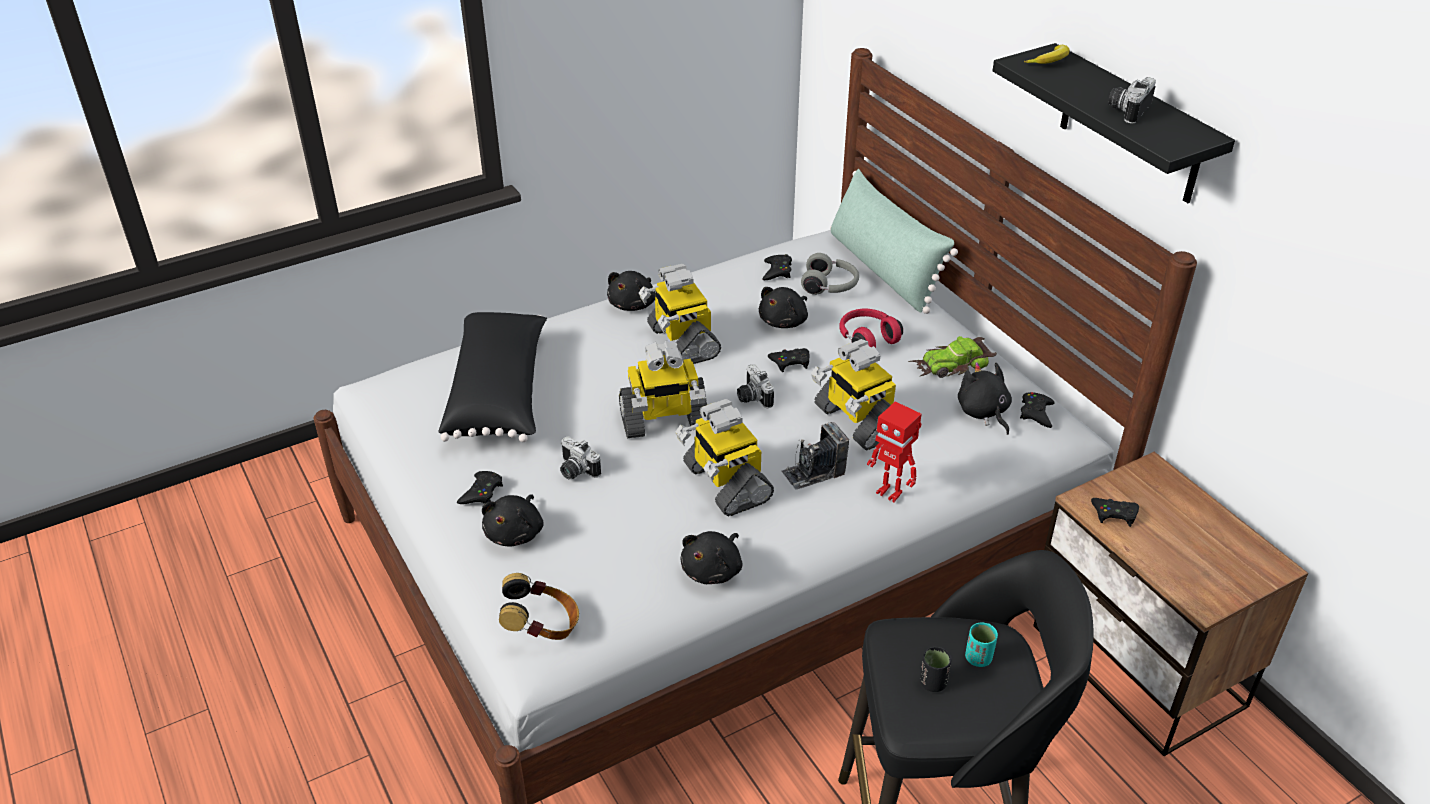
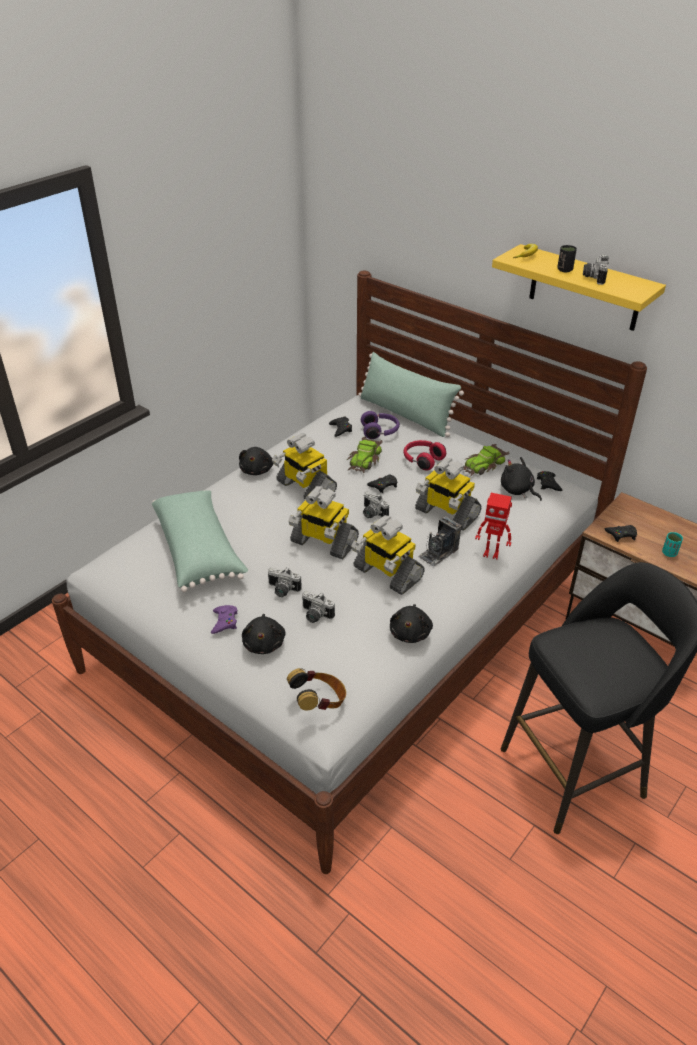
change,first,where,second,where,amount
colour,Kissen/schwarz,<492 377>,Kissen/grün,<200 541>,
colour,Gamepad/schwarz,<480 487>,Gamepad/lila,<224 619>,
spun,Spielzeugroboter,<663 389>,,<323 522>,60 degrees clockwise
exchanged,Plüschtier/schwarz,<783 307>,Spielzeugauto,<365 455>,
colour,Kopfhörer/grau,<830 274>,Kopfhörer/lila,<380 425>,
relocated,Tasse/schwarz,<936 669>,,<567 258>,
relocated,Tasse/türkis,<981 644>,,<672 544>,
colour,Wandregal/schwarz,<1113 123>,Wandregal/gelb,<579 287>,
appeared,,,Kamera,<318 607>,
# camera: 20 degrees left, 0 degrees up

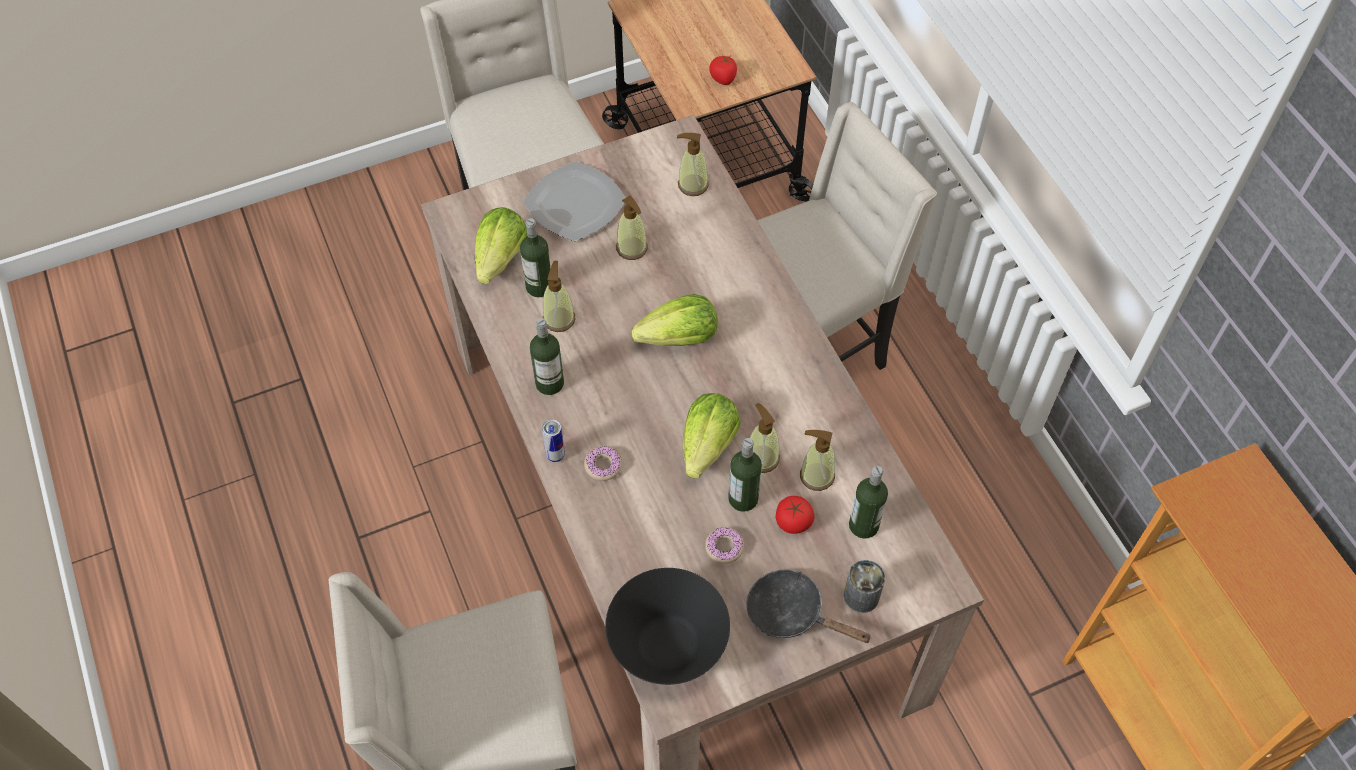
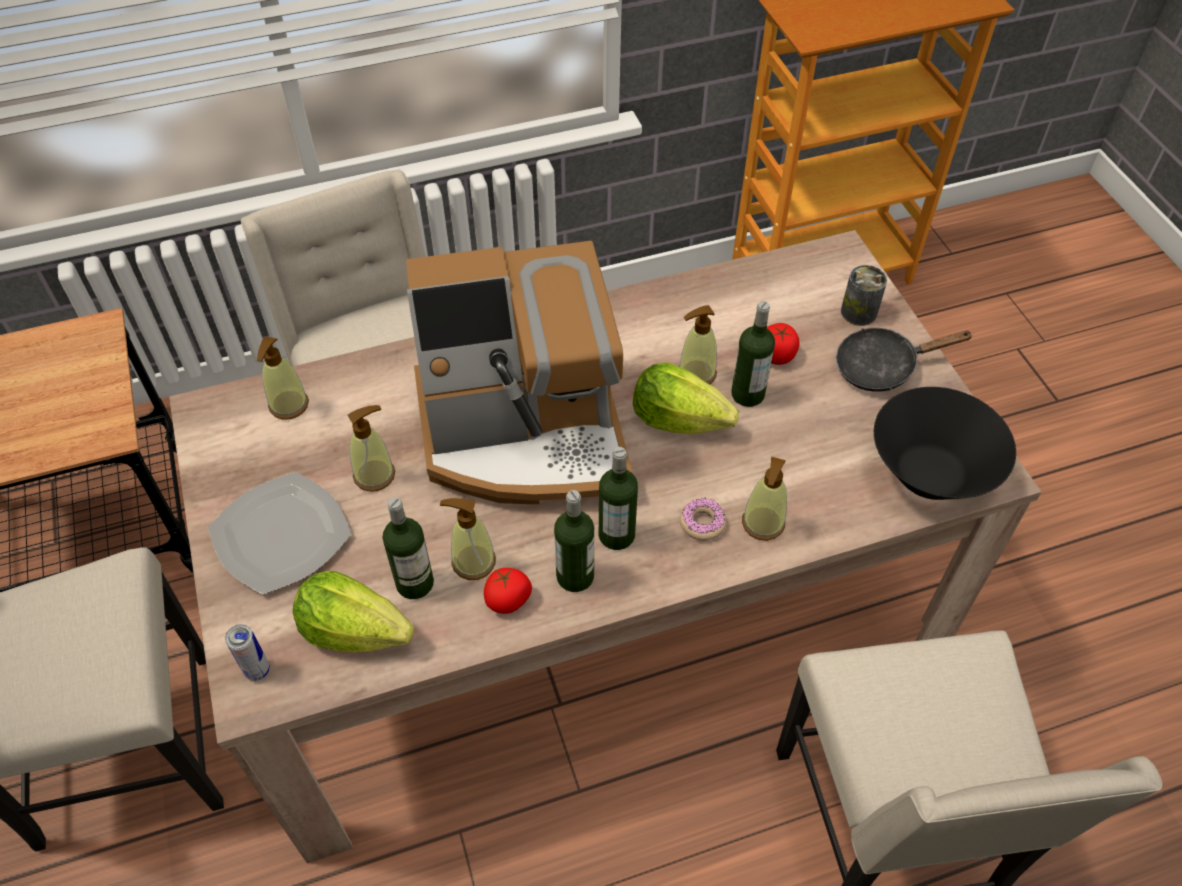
change,first,where,second,where,amount
relocated,Dose,<553 440>,,<247 652>,
exchanged,Salatkopf,<675 320>,Kaffeemaschine,<519 372>,
missing,Donut,<724 545>,,,
relocated,Tomate,<723 70>,,<508 591>,
spun,Pfanne/schwarz,<809 606>,,<905 360>,45 degrees clockwise
relocated,Seifenspender,<817 460>,,<764 499>,
relocated,Flasche,<868 502>,,<618 498>,
# camera: 85 degrees left, 5 degrees down

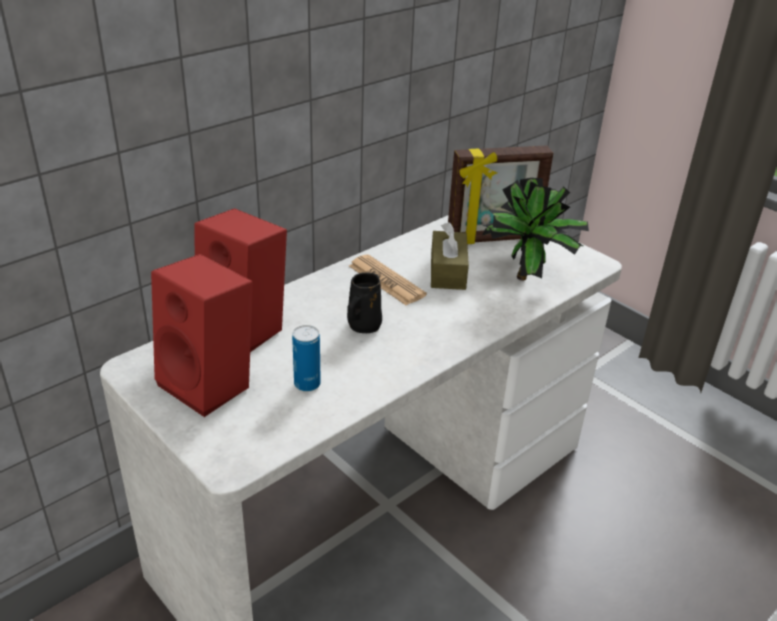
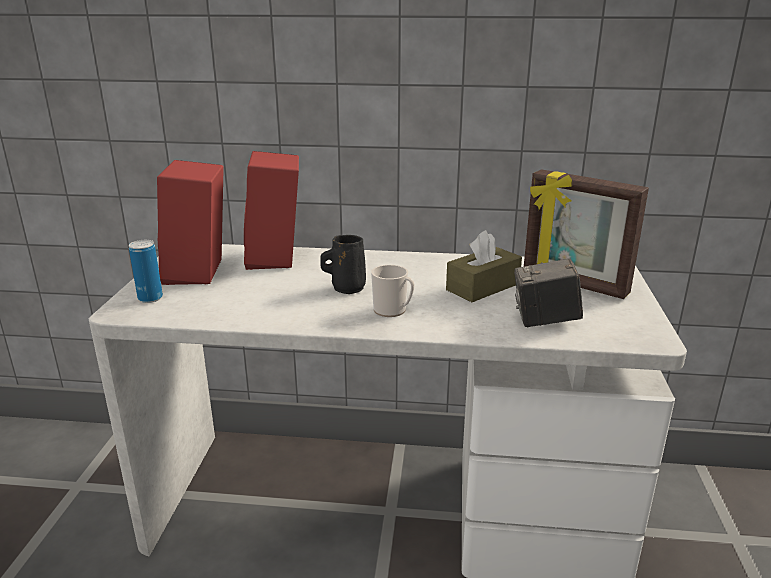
change,first,where,second,where,amount
relocated,Dose,<306 358>,,<146 271>,
missing,Zeitung,<388 280>,,,
exchanged,Topfpflanze,<535 229>,Kamera,<548 292>,
appeared,,,Henkelbecher,<393 291>,
# camera: 50 degrees right, 10 degrees down

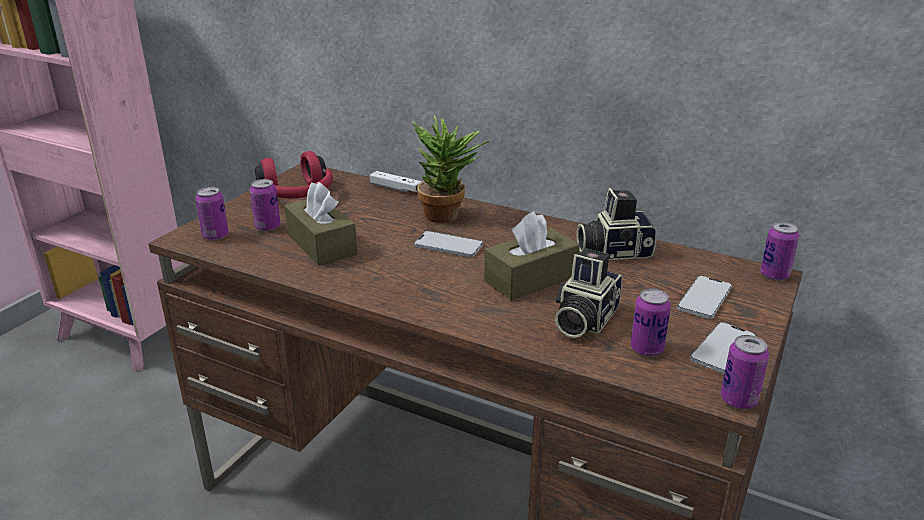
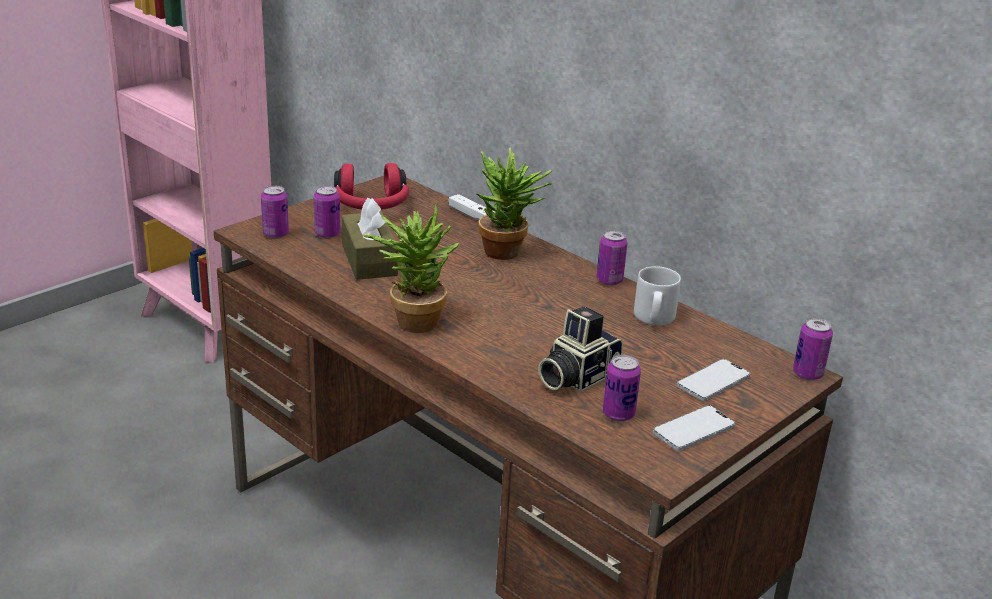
change,first,where,second,where,amount
missing,Handy,<448 244>,,,
missing,Taschentuchbox/braun,<532 256>,,,
exchanged,Kamera,<617 224>,Henkelbecher/grau,<657 296>,
relocated,Dose,<744 372>,,<611 258>,
appeared,,,Topfpflanze,<411 267>,
# camera: 15 degrees right, 0 degrees up

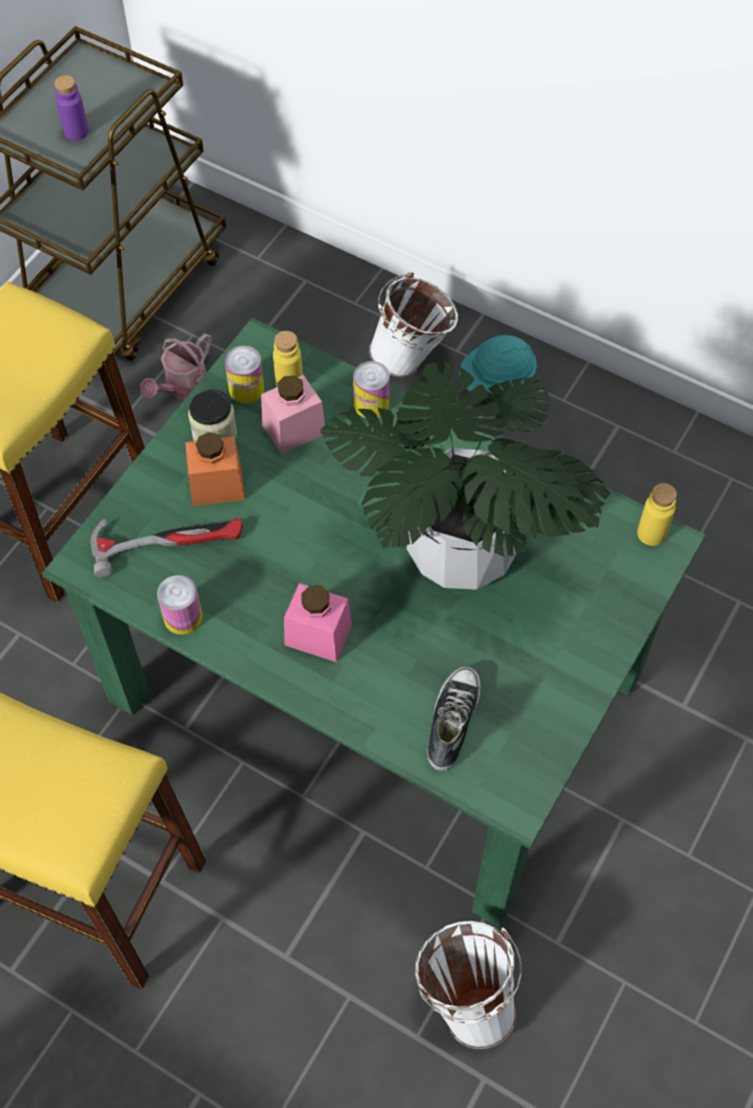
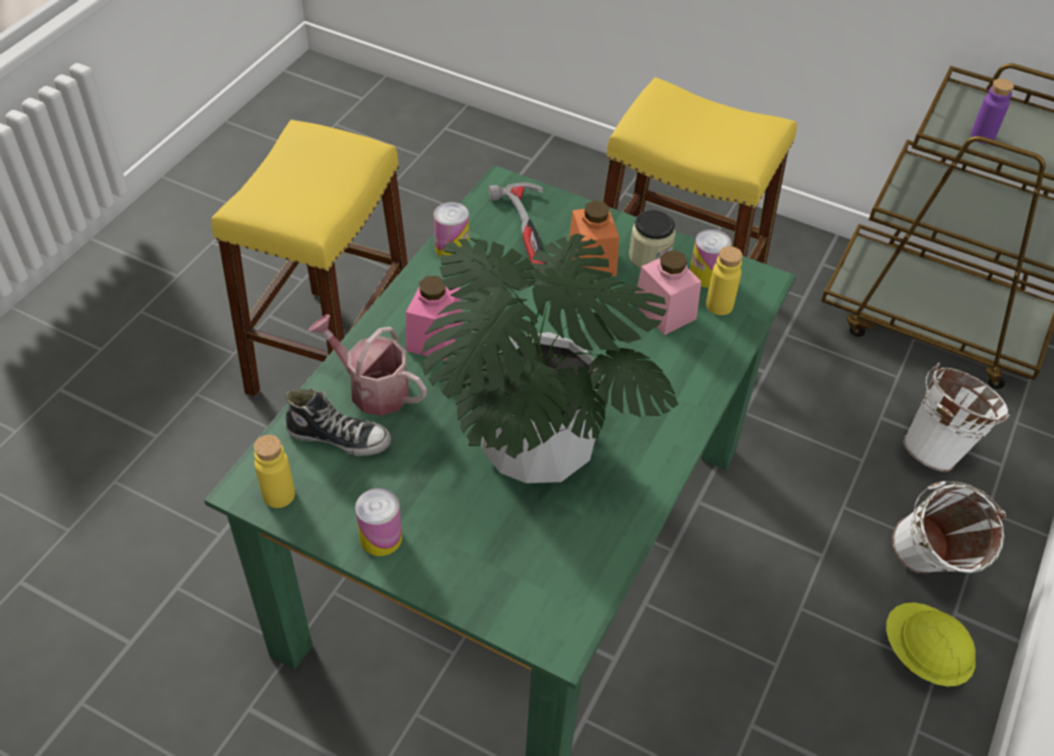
change,first,where,second,where,amount
relocated,Gießkanne,<176 366>,,<367 365>,
relocated,Dose,<371 389>,,<378 522>,
relocated,Eimer/weiß,<468 985>,,<956 417>,
colour,Schutzhelm/türkis,<498 365>,Schutzhelm/gelb,<931 644>,
relocated,Flasche/gelb,<657 514>,,<274 471>,
# camera: 85 degrees right, 10 degrees down

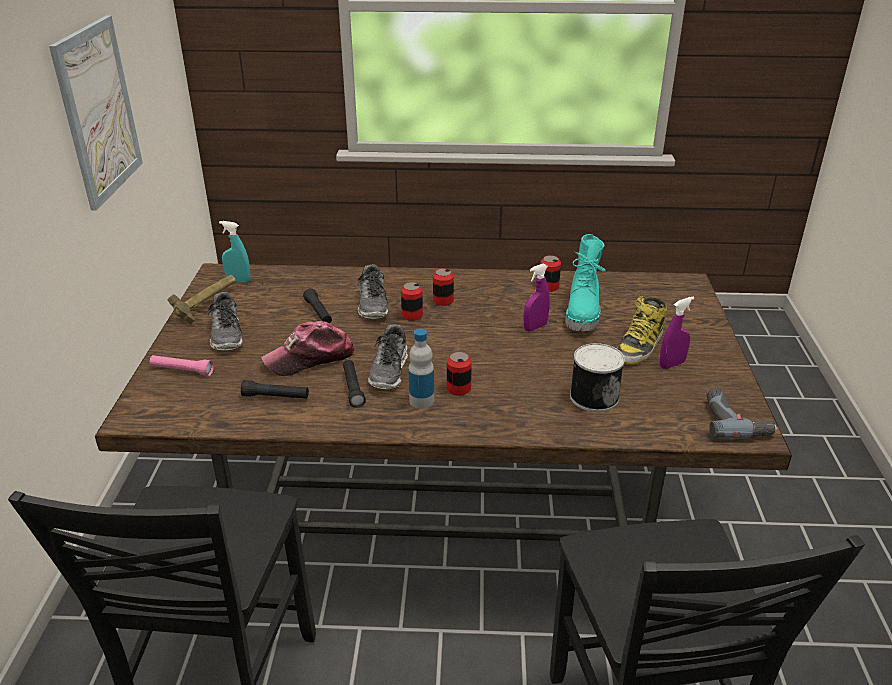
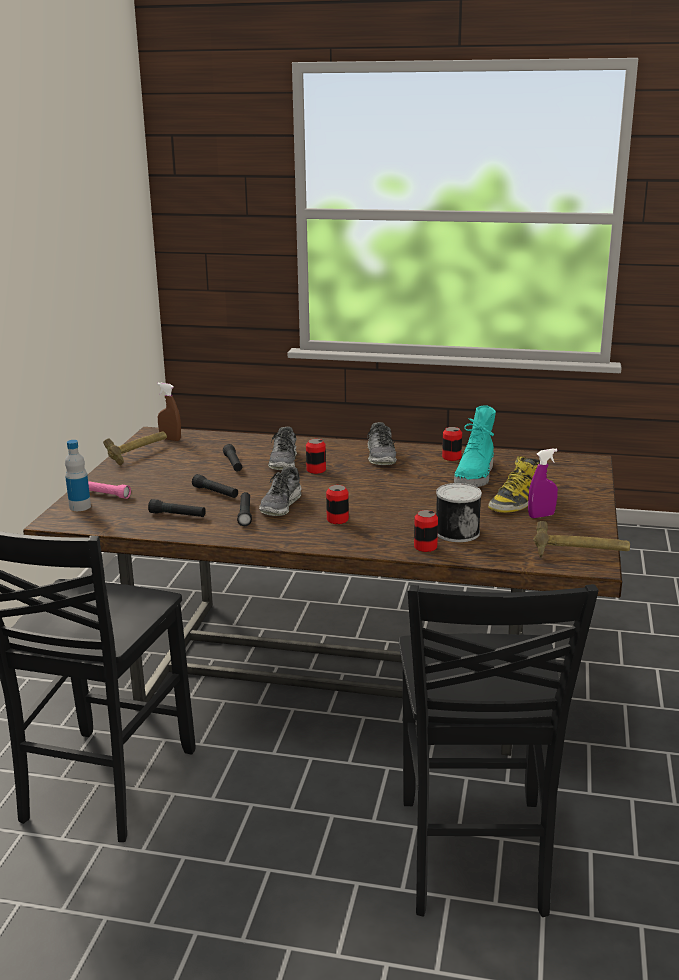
change,first,where,second,where,amount
missing,Bild,<96 113>,,,
relocated,Schuh,<225 321>,,<382 443>,
colour,Sprühflasche/türkis,<234 252>,Sprühflasche/braun,<169 412>,
exchanged,Kappe,<308 348>,Taschenlampe/schwarz,<215 486>,
relocated,Flasche,<421 369>,,<78 475>,
relocated,Dose,<443 287>,,<426 531>,
missing,Sprühflasche/lila,<537 297>,,,
exchanged,Bohrmaschine,<742 412>,Hammer,<581 539>,
# camera: 10 degrees right, 10 degrees down

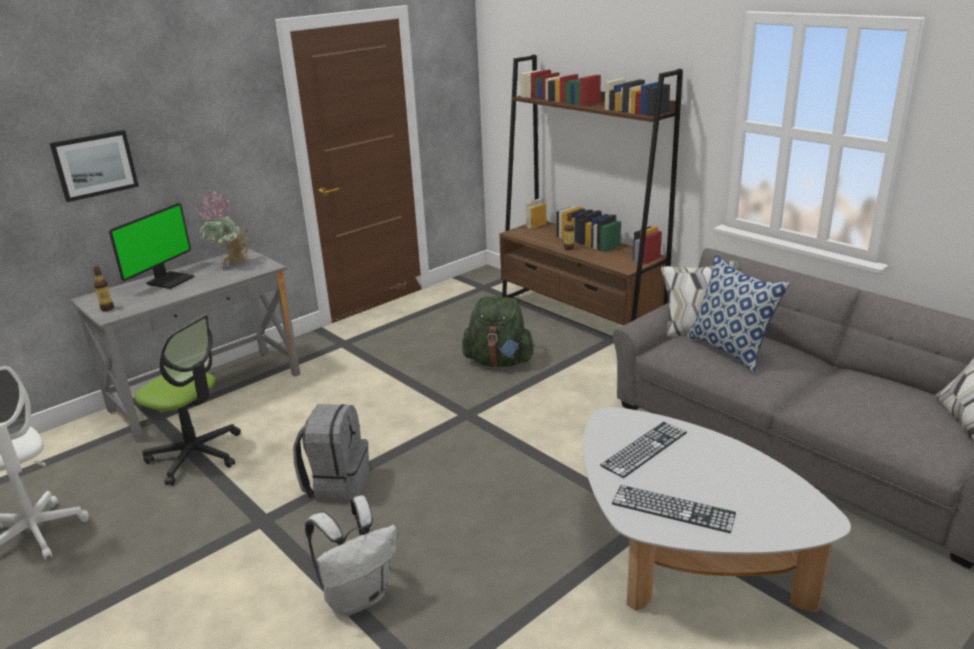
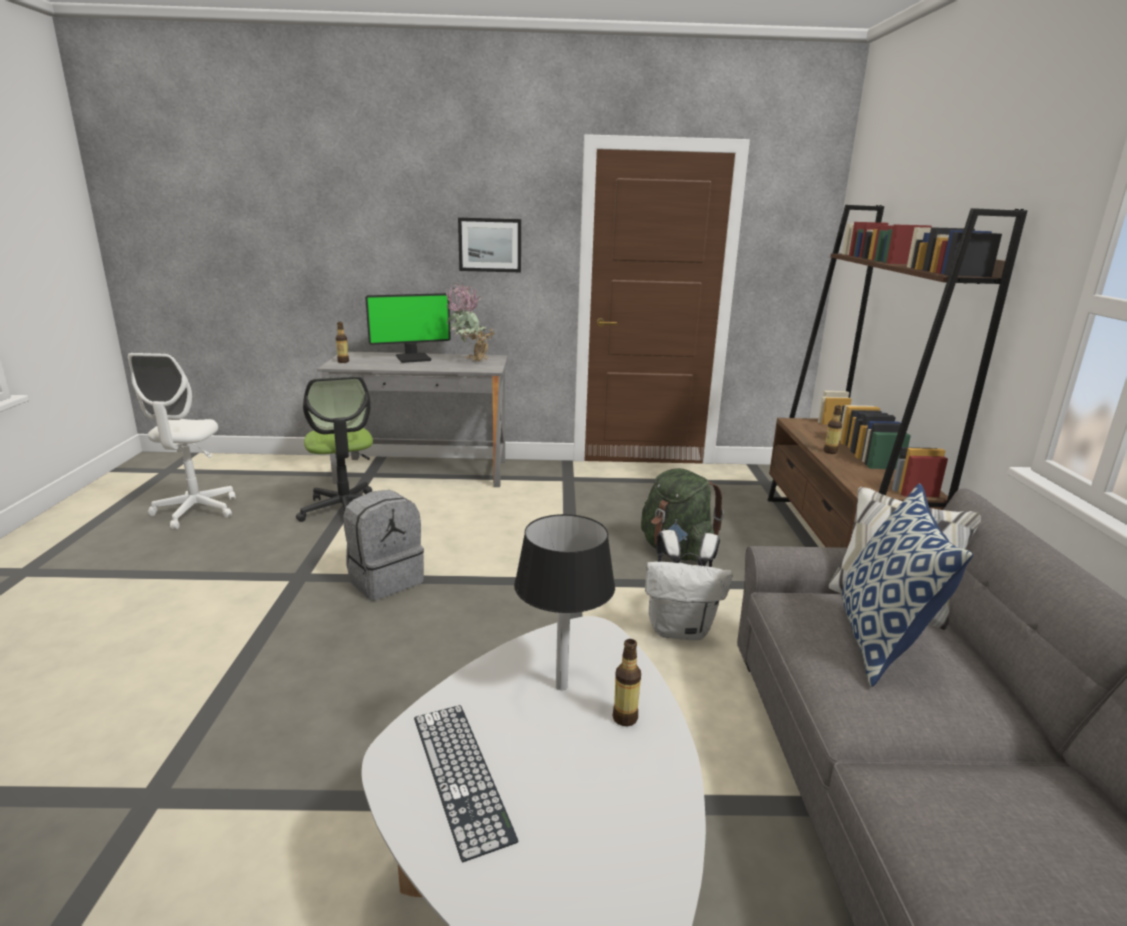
change,first,where,second,where,amount
relocated,Bild,<94 166>,,<489 245>,
relocated,Rucksack/weiß,<351 555>,,<689 585>,
exchanged,Tastatur,<643 450>,Tischlampe/schwarz,<564 602>,
appeared,,,Flasche,<626 682>,
# camera: 40 degrees right, 5 degrees down

